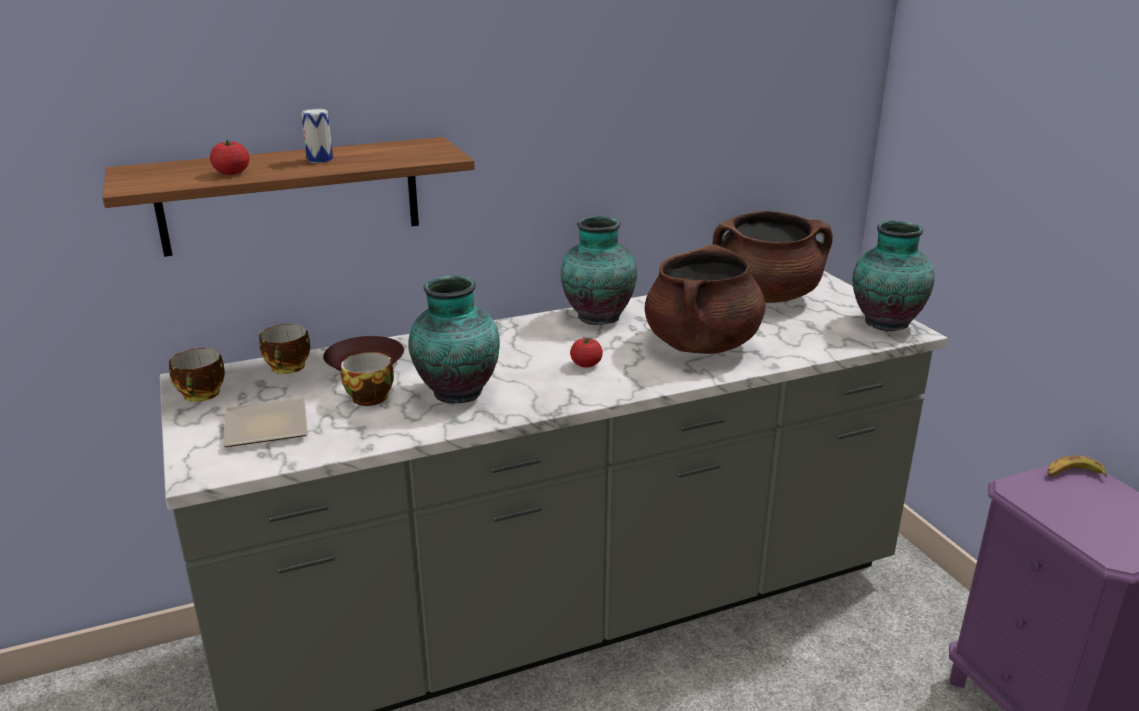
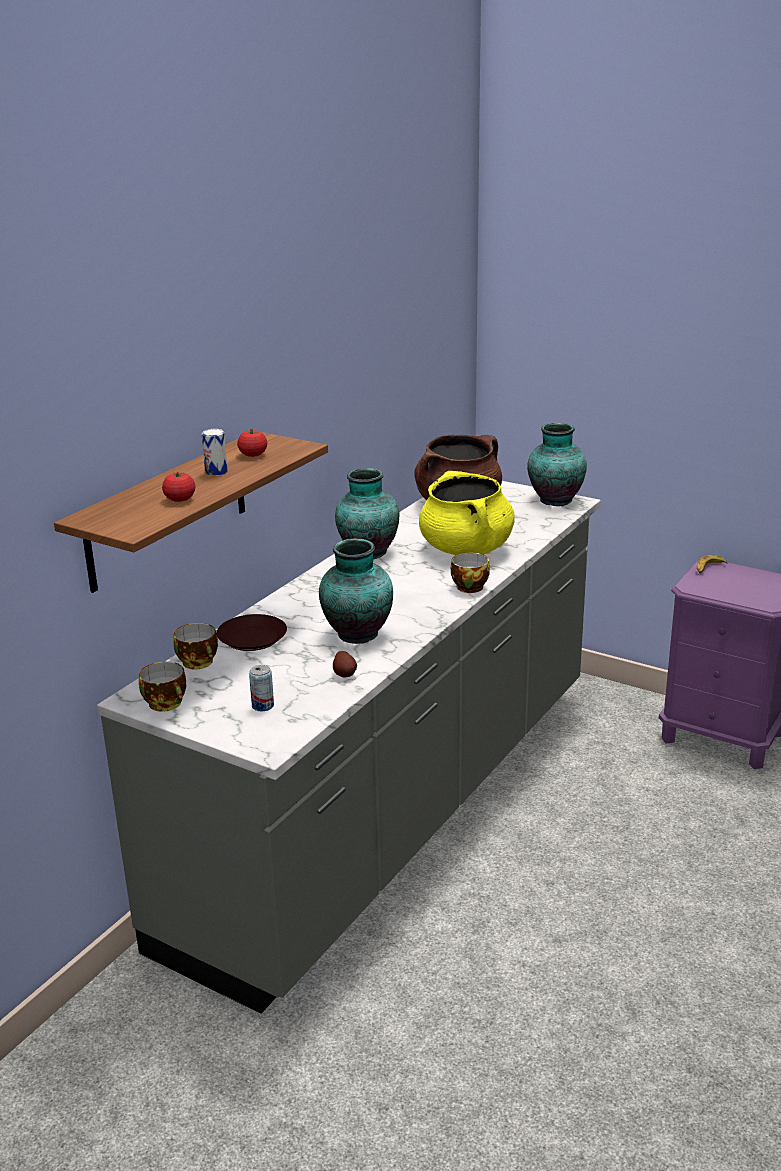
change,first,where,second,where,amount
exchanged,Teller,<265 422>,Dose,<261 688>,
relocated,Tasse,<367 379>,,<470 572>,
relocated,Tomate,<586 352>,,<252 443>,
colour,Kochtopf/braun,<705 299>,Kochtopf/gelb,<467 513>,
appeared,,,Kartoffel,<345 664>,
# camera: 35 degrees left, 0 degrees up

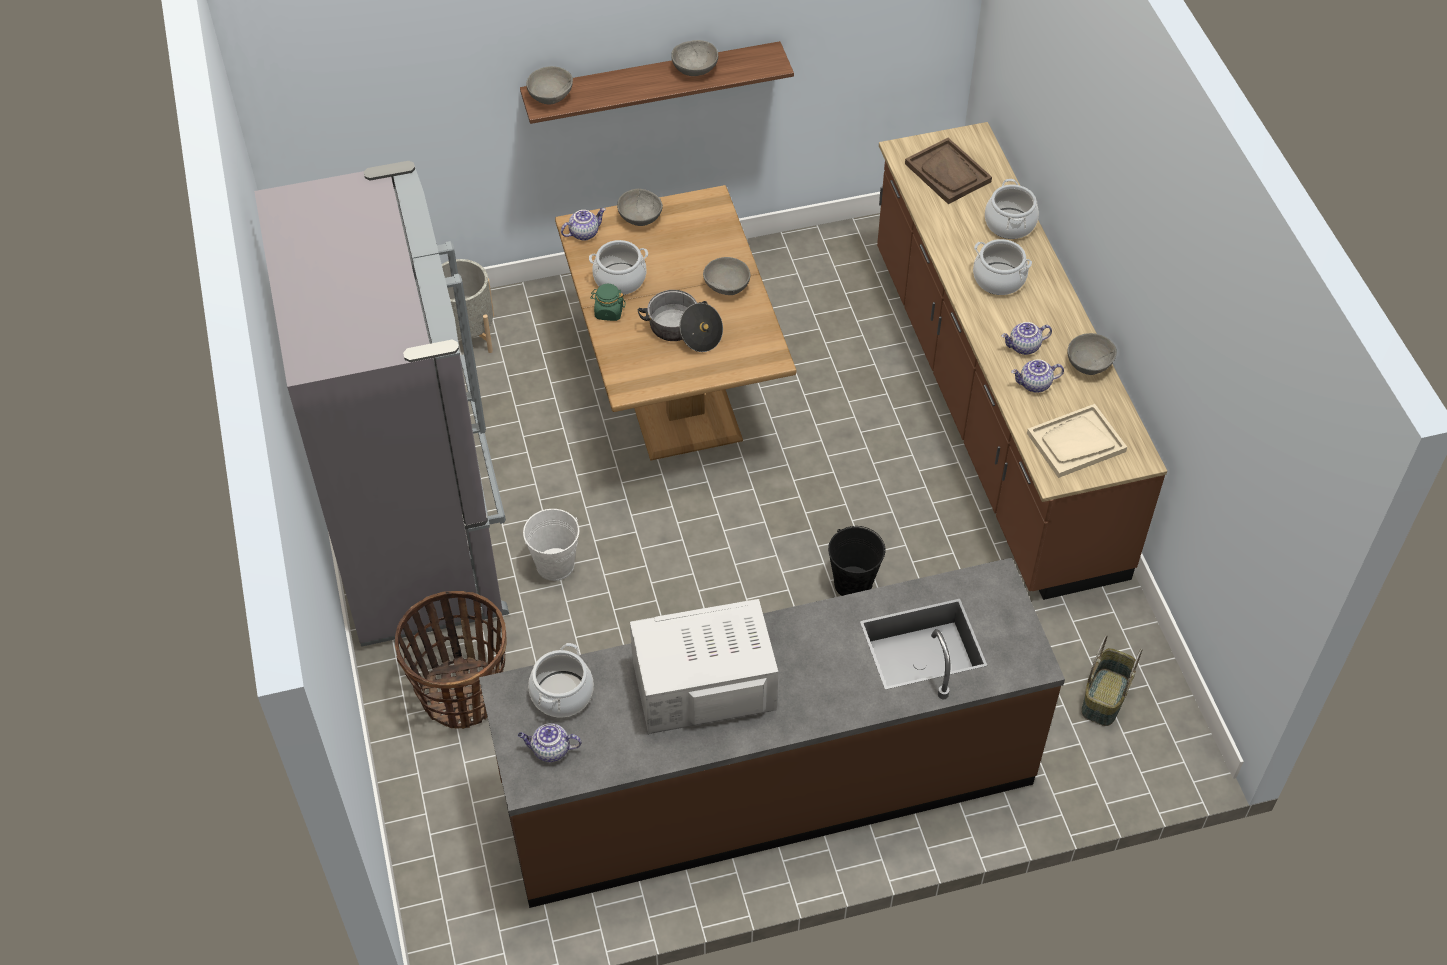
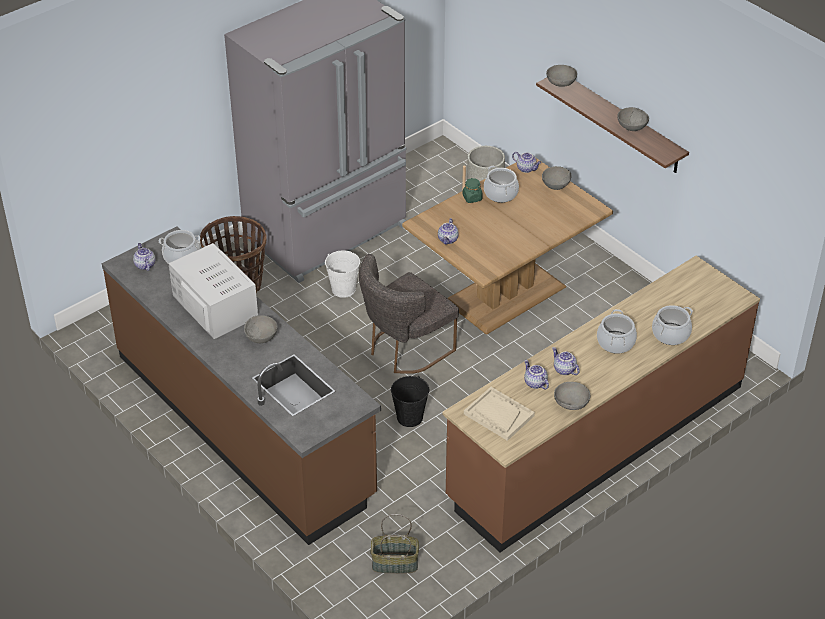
change,first,where,second,where,amount
missing,Kochtopf,<680 321>,,,
relocated,Schüssel/grau,<727 276>,,<260 329>,
missing,Tablett/braun,<948 171>,,,
appeared,,,Stuhl/grau,<409 314>,
appeared,,,Teekanne,<448 231>,
# camera: 65 degrees right, 10 degrees down

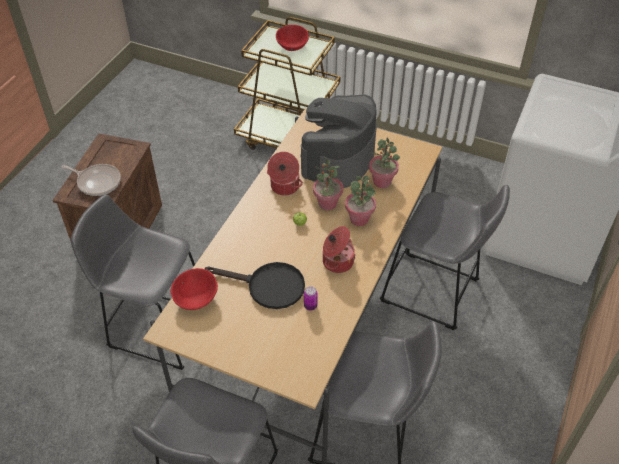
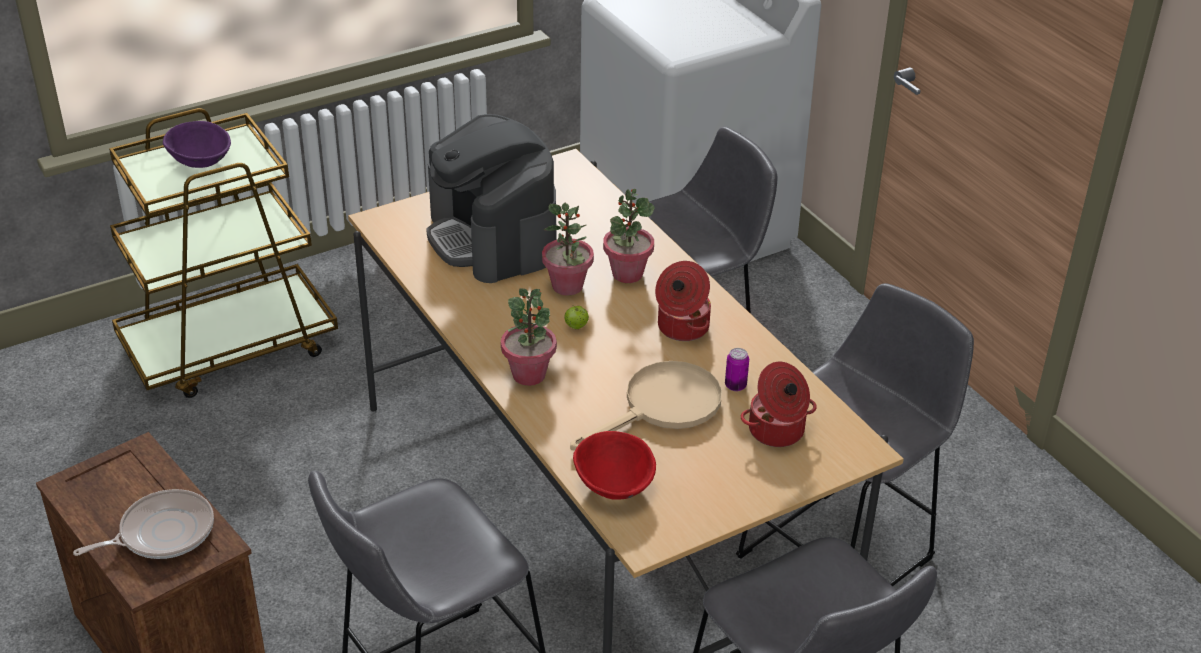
change,first,where,second,where,amount
colour,Pfanne/schwarz,<255 285>,Pfanne/beige,<646 405>,
relocated,Kochtopf,<285 174>,,<779 404>,
colour,Schüssel/rot,<292 38>,Schüssel/lila,<197 144>,
relocated,Topfpflanze,<384 163>,,<529 337>,
# camera: 55 degrees left, 10 degrees down

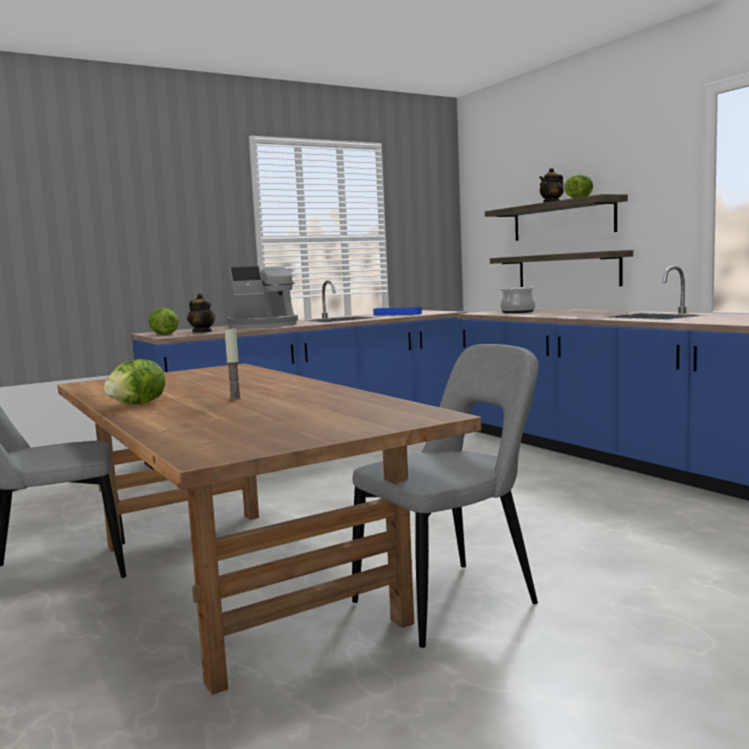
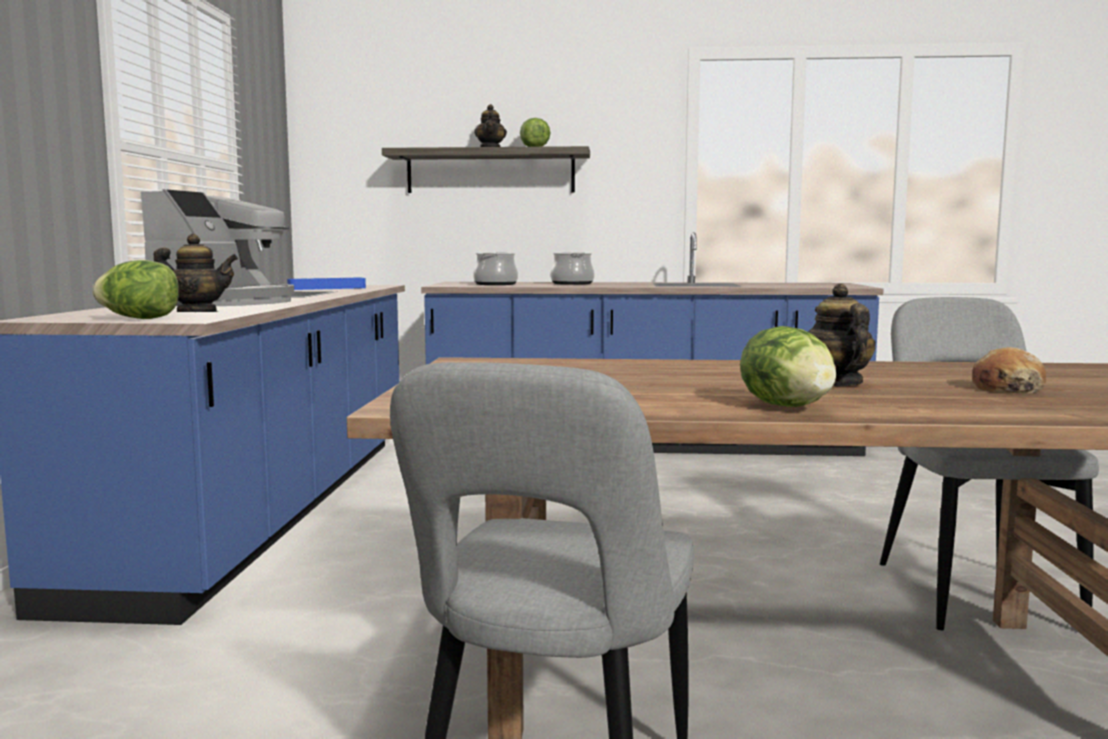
change,first,where,second,where,amount
exchanged,Kerze,<233 364>,Teekanne,<841 335>,
missing,Wandregal,<561 268>,,,
appeared,,,Kochtopf,<572 268>,
appeared,,,Brot,<1009 370>,
# camera: 55 degrees left, 0 degrees up

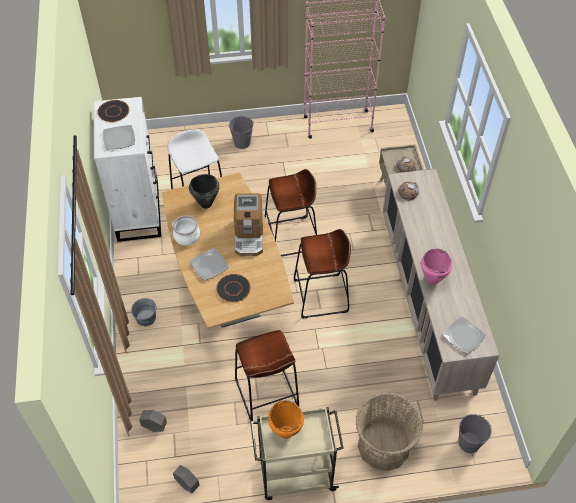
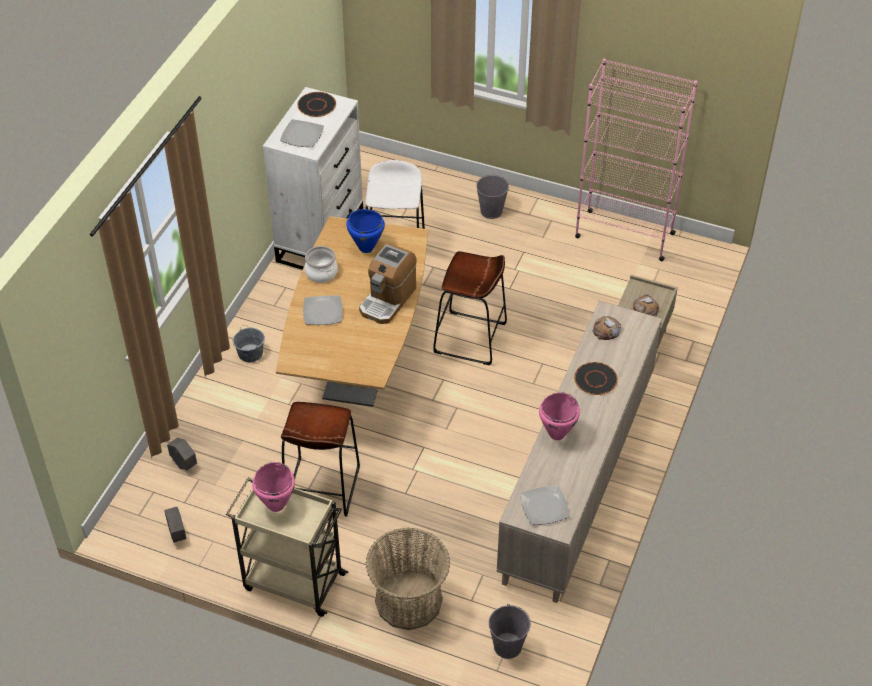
change,first,where,second,where,amount
colour,Kochtopf/schwarz,<204 191>,Kochtopf/blau,<365 231>,
relocated,Teller/schwarz,<233 288>,,<596 378>,
colour,Kochtopf/orange,<286 419>,Kochtopf/rosa,<273 487>,
missing,Hocker/braun,<322 274>,,,
# camera: 30 degrees right, 5 degrees down

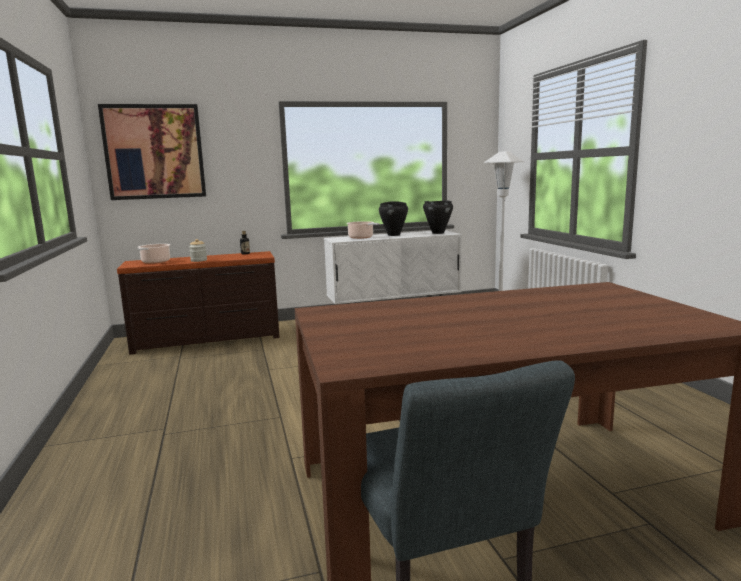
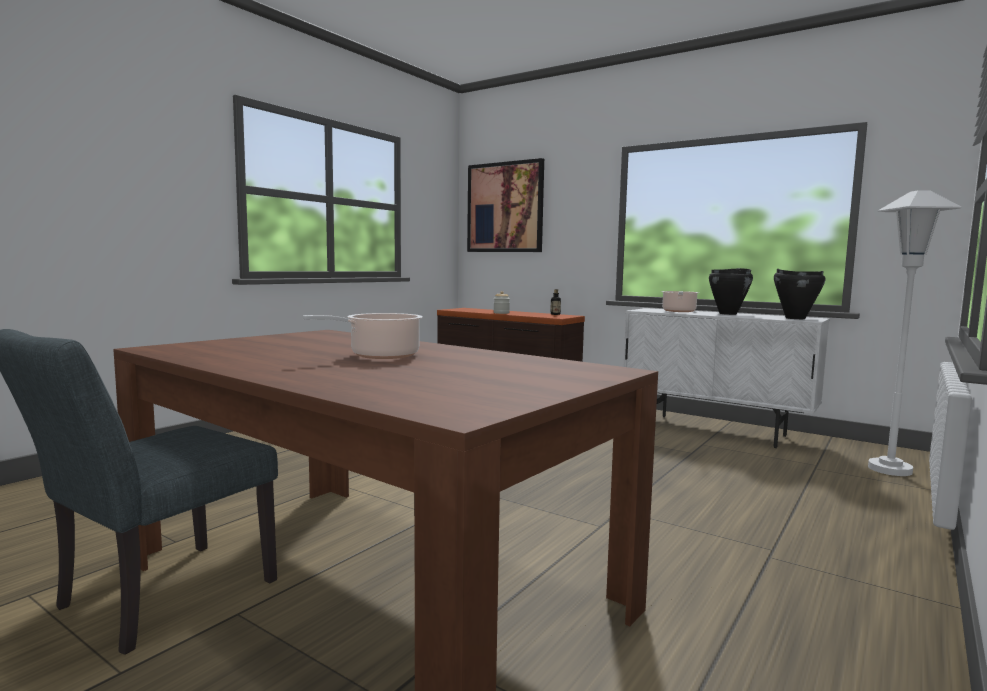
change,first,where,second,where,amount
relocated,Kochtopf,<153 254>,,<363 336>,
# camera: 50 degrees right, 5 degrees down

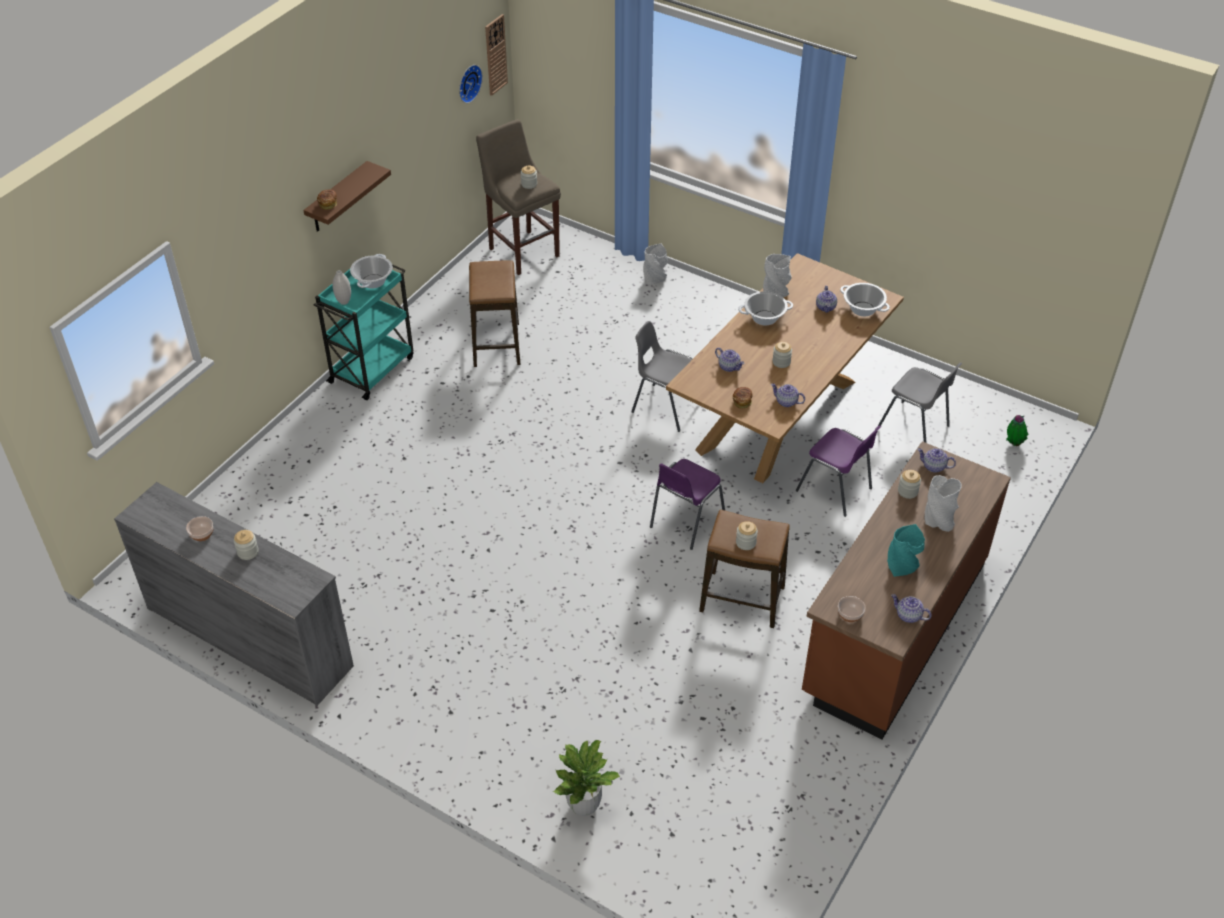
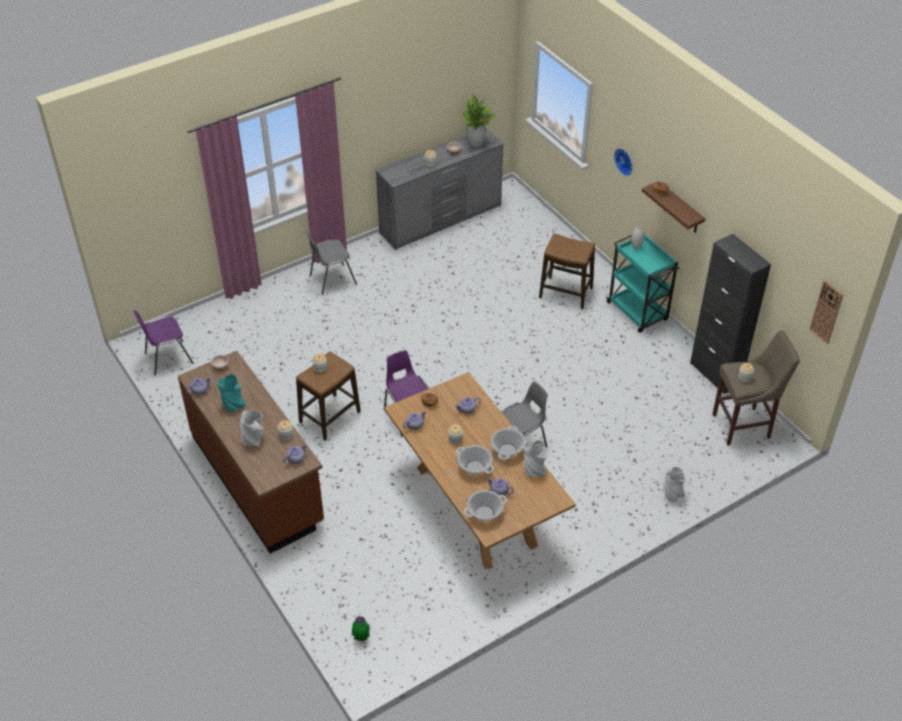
change,first,where,second,where,amount
relocated,Kochtopf,<371 271>,,<475 460>,
relocated,Wanduhr,<471 84>,,<623 162>,
relocated,Hocker,<494 313>,,<567 271>,
relocated,Topfpflanze,<586 778>,,<479 121>,
relocated,Stuhl/lila,<838 471>,,<164 342>,
relocated,Stuhl/grau,<919 402>,,<331 263>,
appeared,,,Schrank/schwarz,<730 314>,
# camera: 115 degrees right, 0 degrees up

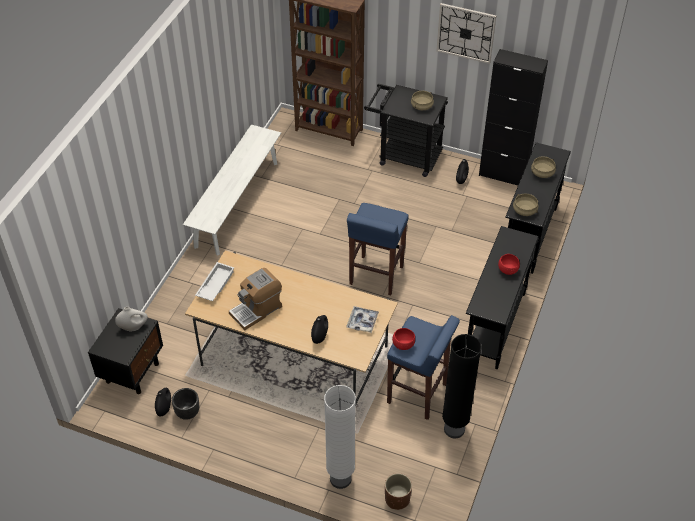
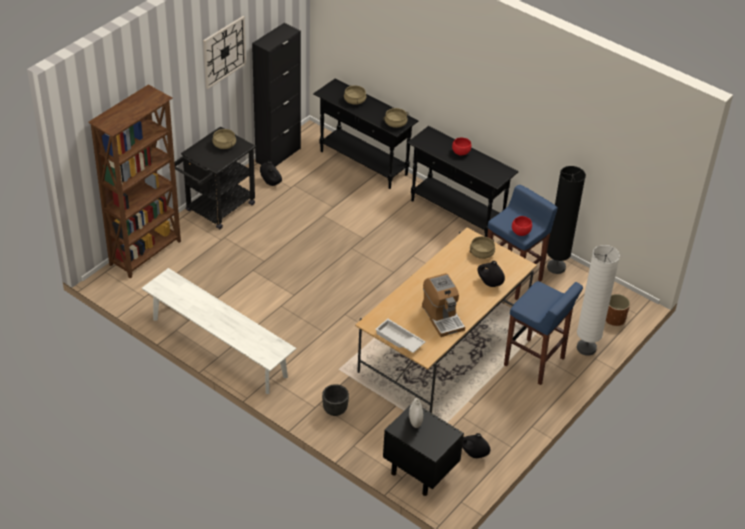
change,first,where,second,where,amount
relocated,Pflanzkübel/schwarz,<185 404>,,<335 400>,
exchanged,Tablett,<362 319>,Kochtopf/beige,<482 247>,
relocated,Hocker/blau,<377 249>,,<543 333>,
# camera: 75 degrees left, 5 degrees down

